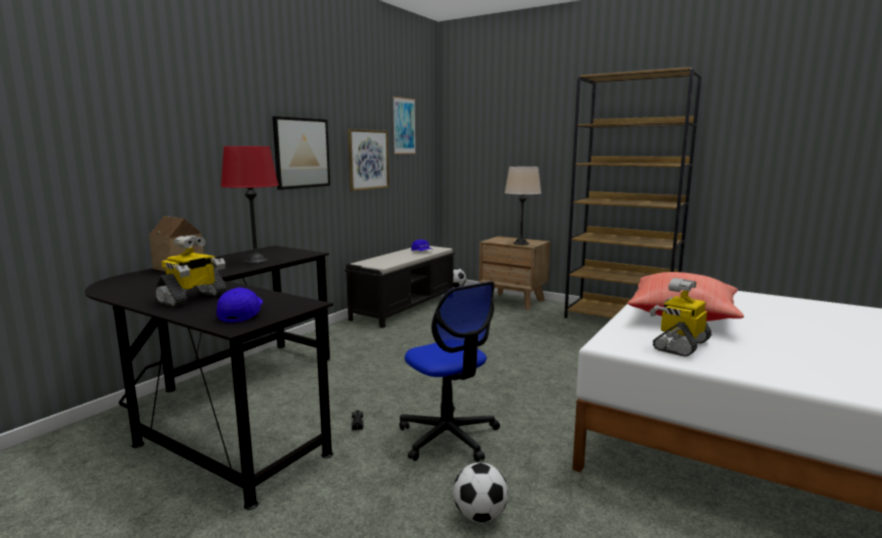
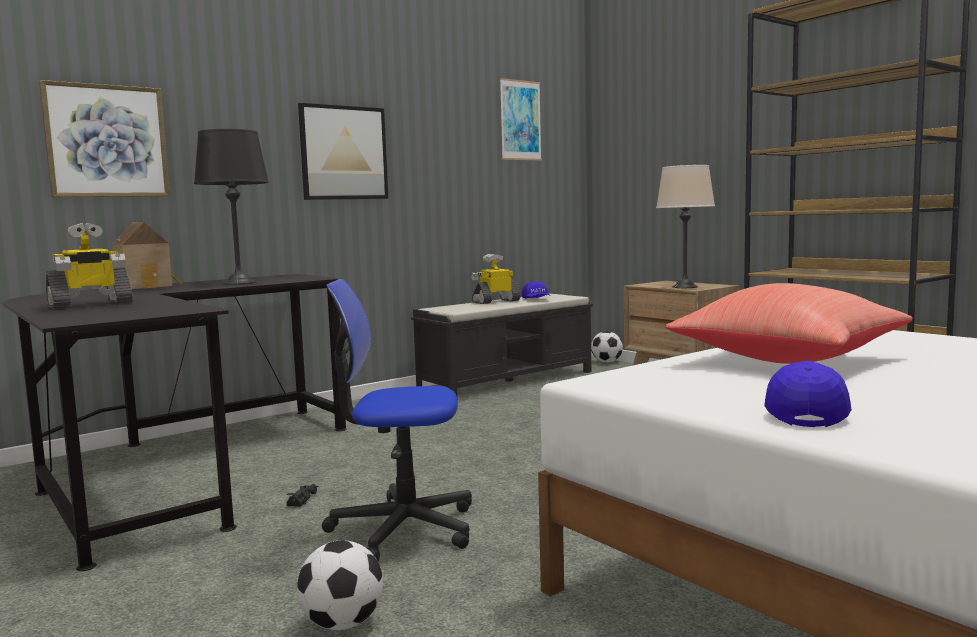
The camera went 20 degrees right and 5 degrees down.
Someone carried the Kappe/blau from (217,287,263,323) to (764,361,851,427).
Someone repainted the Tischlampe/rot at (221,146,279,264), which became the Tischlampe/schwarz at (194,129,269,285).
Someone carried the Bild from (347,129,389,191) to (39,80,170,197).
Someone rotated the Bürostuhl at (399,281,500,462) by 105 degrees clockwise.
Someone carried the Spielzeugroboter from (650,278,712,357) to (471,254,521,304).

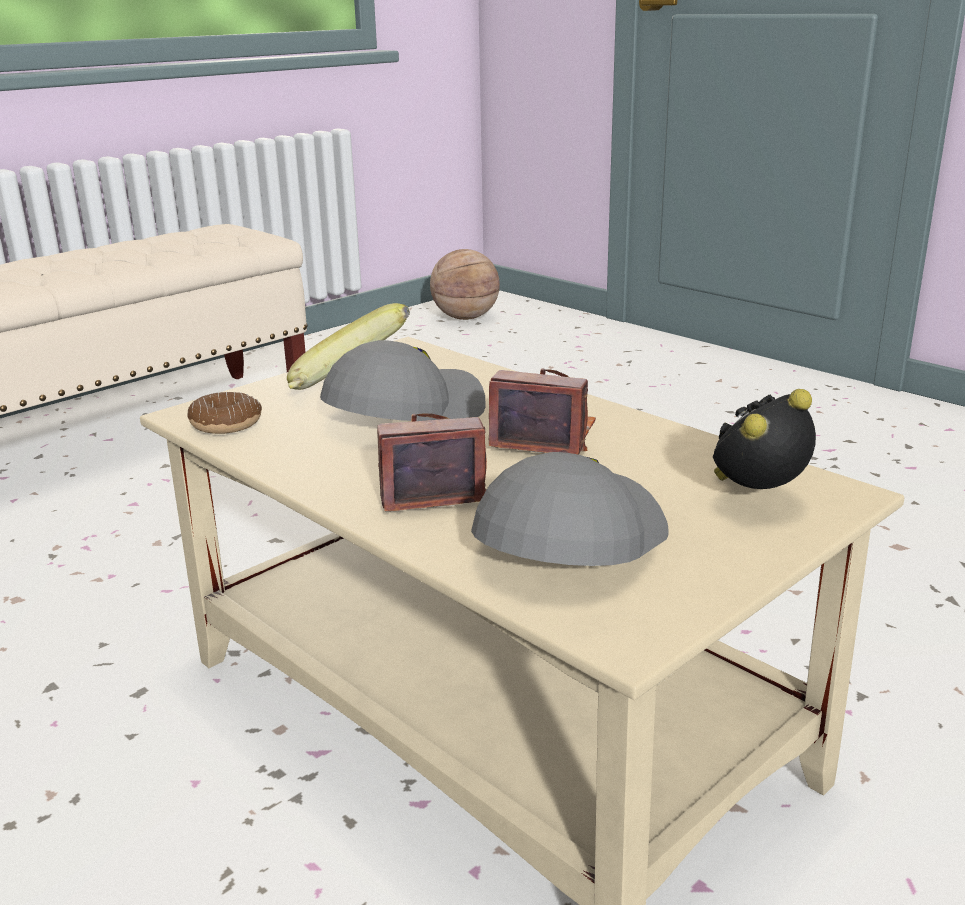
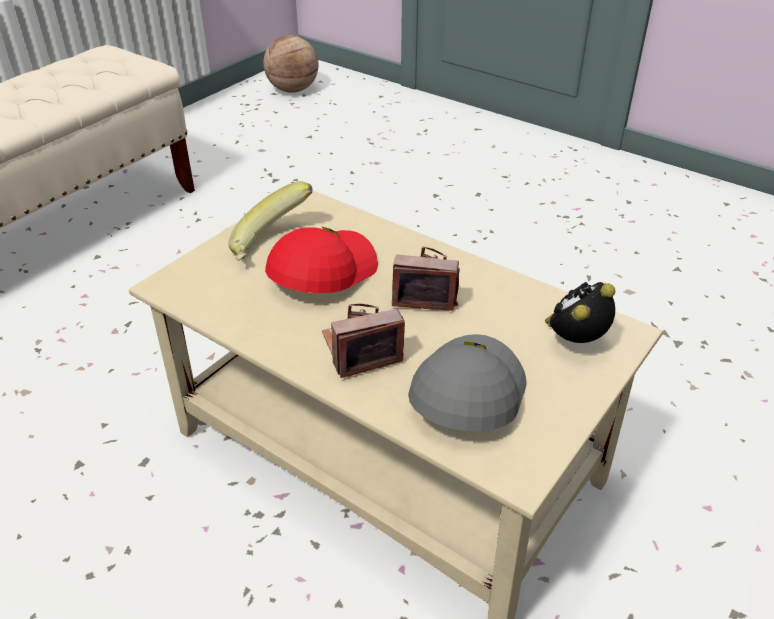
The camera went 10 degrees left and 15 degrees up.
Someone took away the Donut at (188,392,262,434).
Someone repainted the Kappe/grau at (320,340,486,421), which became the Kappe/rot at (265,226,378,293).

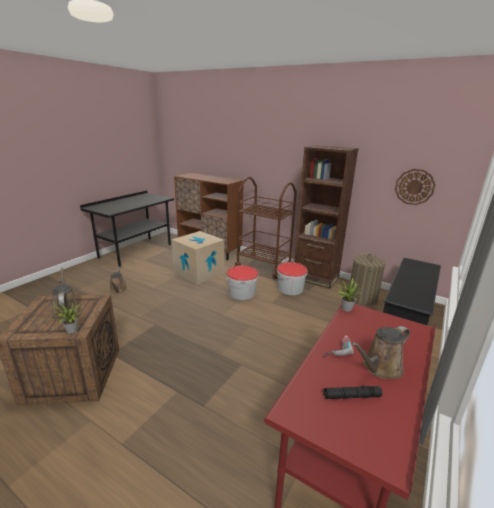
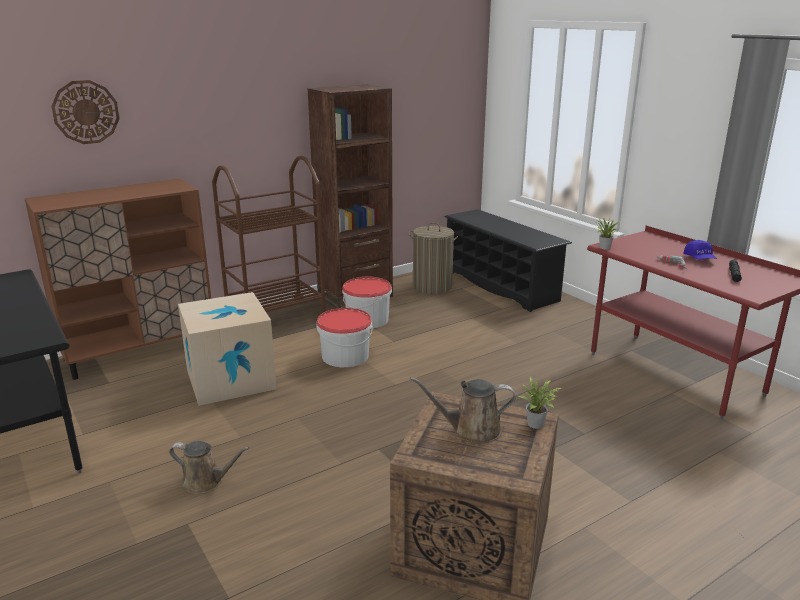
The camera went 65 degrees left and 0 degrees up.
Someone swapped the Gießkanne/braun at (351,326,410,379) for the Kappe/blau at (683,240,717,259).
Someone carried the Wanduhr from (395,169,435,205) to (51,80,120,144).

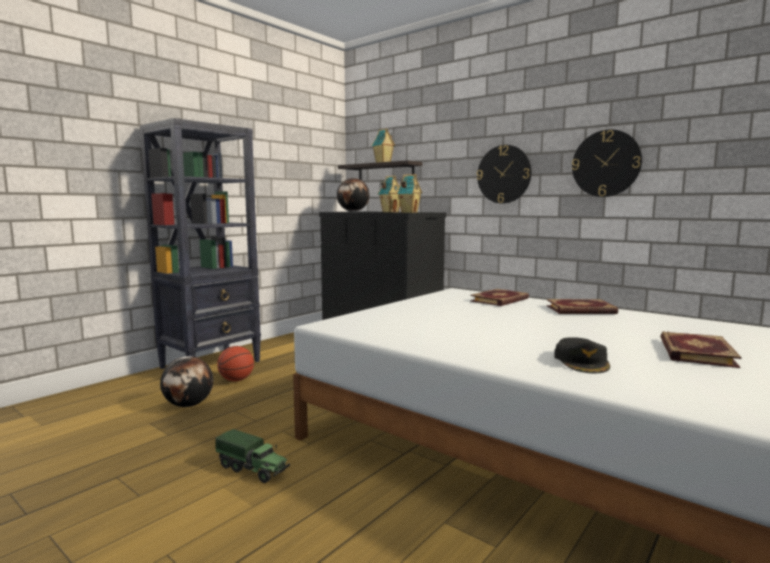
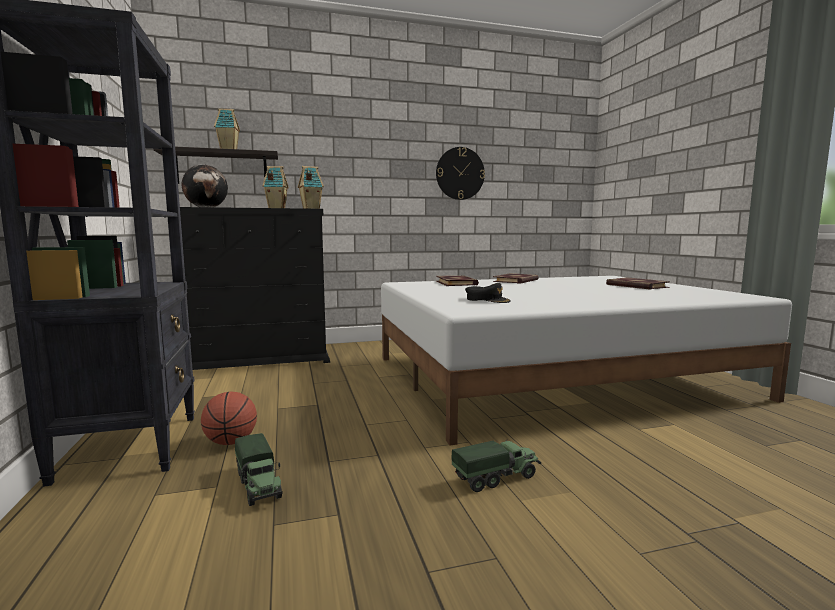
The camera went 55 degrees left and 0 degrees up.
Someone swapped the Globus at (160,356,214,407) for the Spielzeuglaster at (235,433,283,506).
Someone took away the Wanduhr at (477,145,531,203).
Someone carried the Kappe/schwarz from (554,337,610,373) to (465,283,511,303).

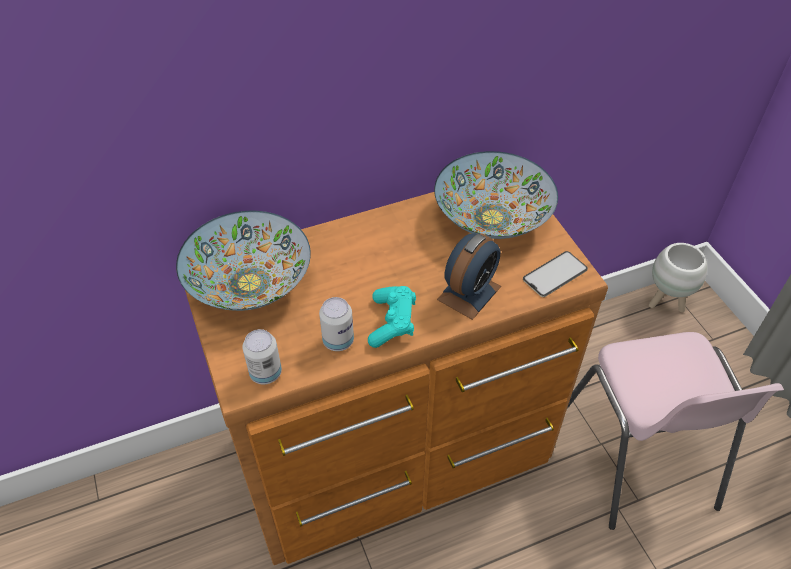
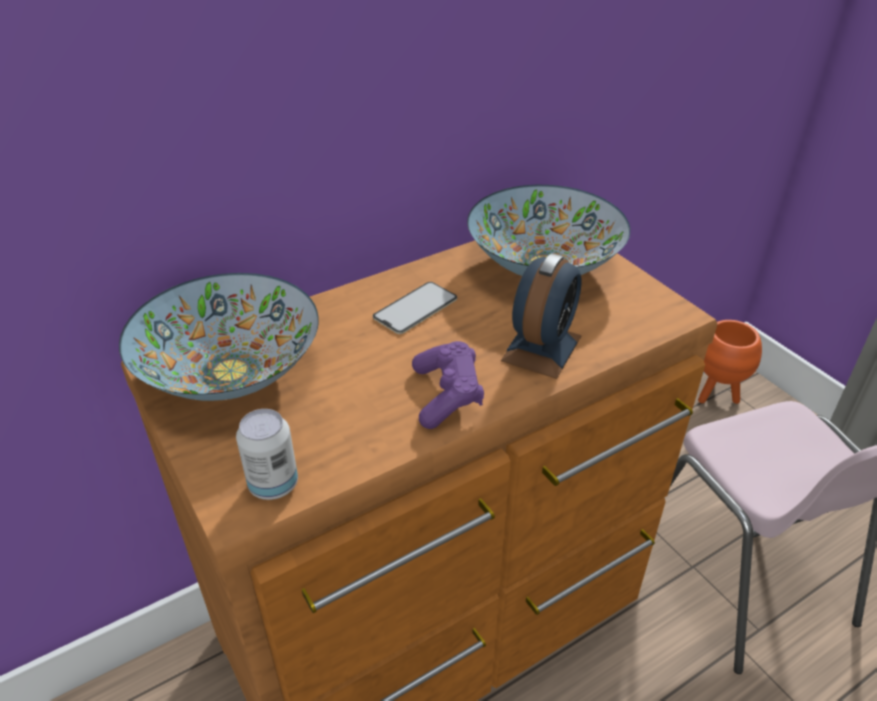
The camera went 10 degrees left and 10 degrees down.
Someone took away the Dose at (319,297,354,351).
Someone repainted the Gamepad/türkis at (368,286,416,348), which became the Gamepad/lila at (412,341,484,429).
Someone carried the Handy from (523,251,588,297) to (373,282,457,334).
Someone repainted the Pflanzkübel/weiß at (649,243,707,312), which became the Pflanzkübel/orange at (698,320,762,404).

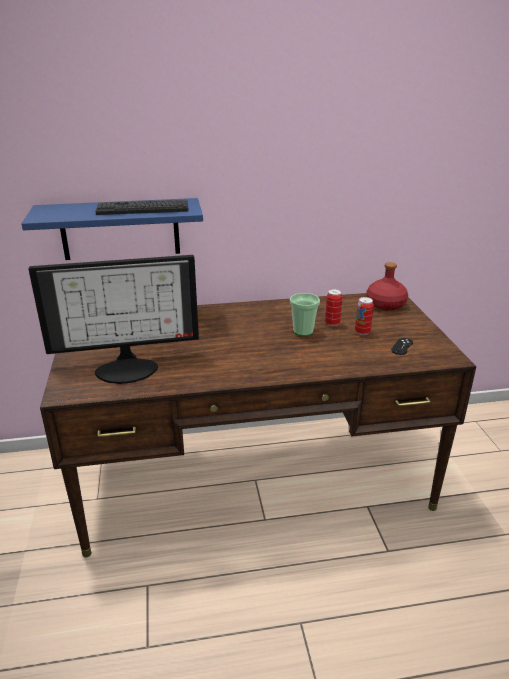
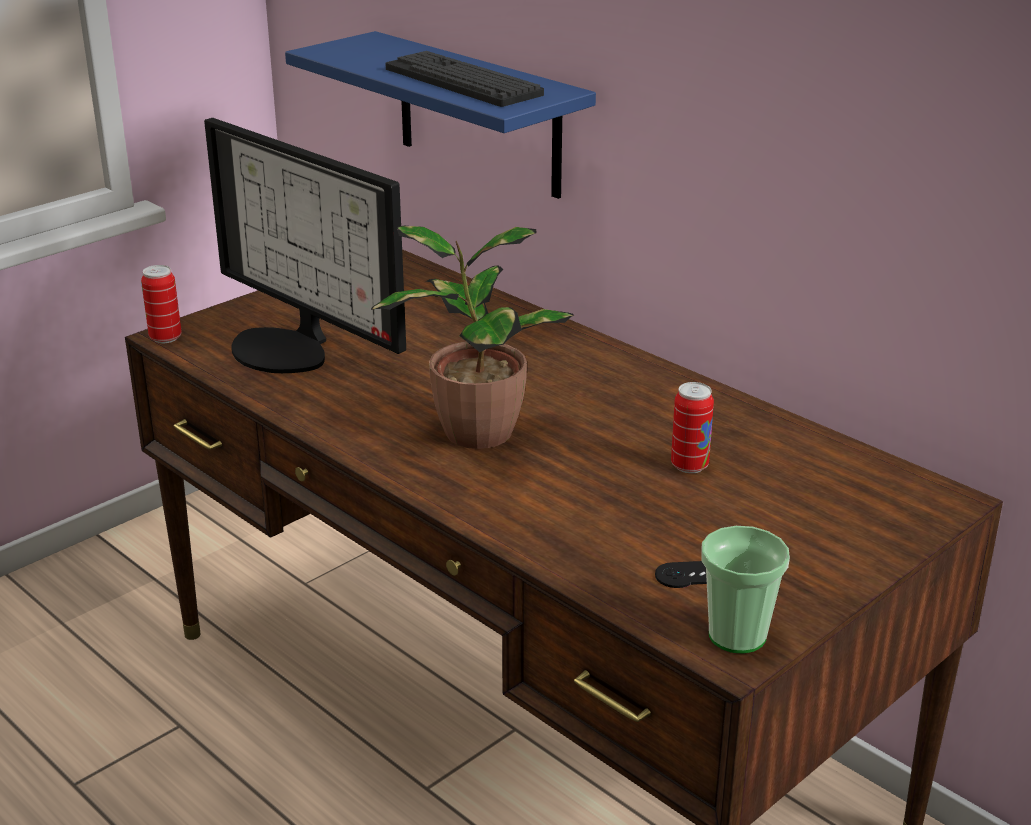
The camera went 55 degrees right and 0 degrees up.
Someone carried the Tasse from (290,293,320,336) to (701,526,790,653).
Someone carried the Dose from (355,297,374,335) to (141,265,182,343).
Someone took away the Flasche/rot at (366,262,408,311).
Someone put down the Topfpflanze at (371,226,574,449).

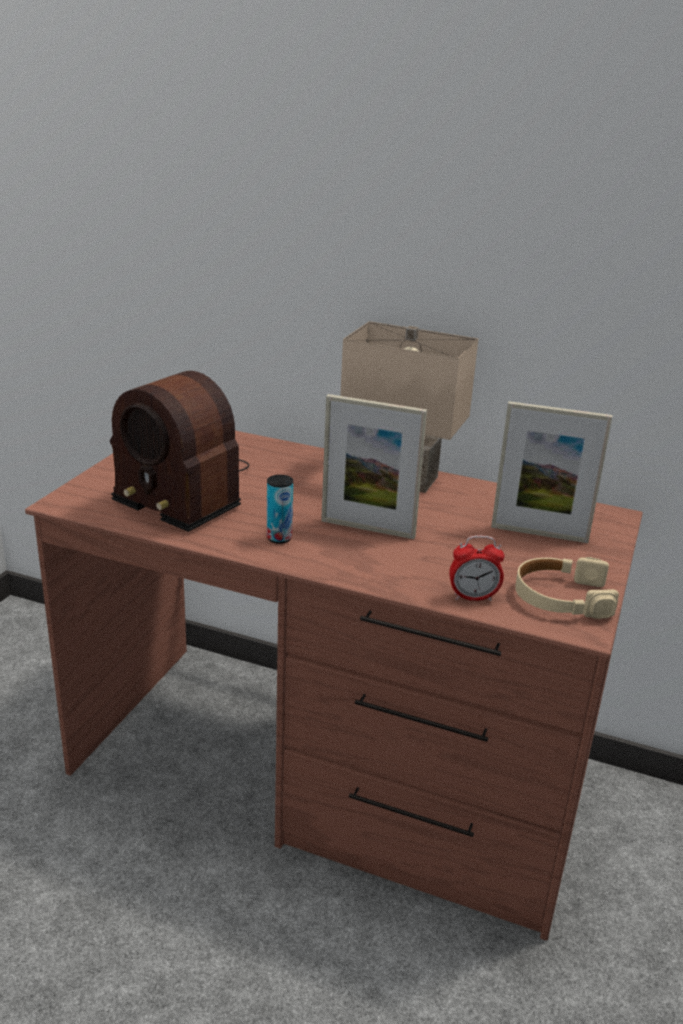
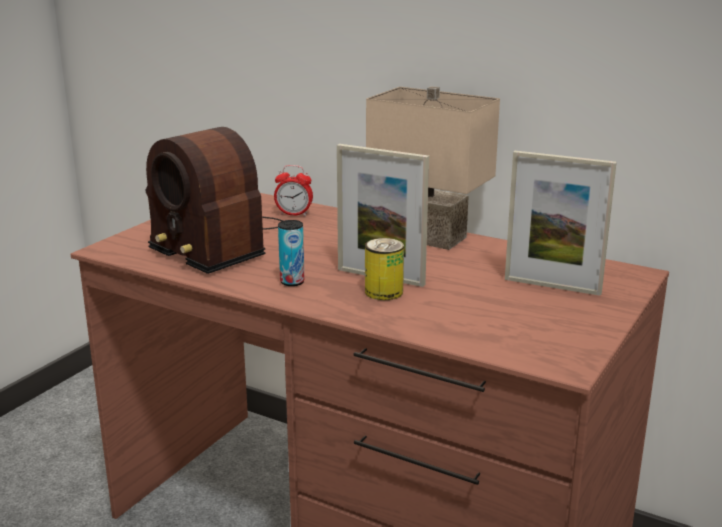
The camera went 10 degrees right and 5 degrees down.
Someone carried the Wecker from (449,535,505,601) to (274,165,313,216).
Someone took away the Kopfhörer/beige at (515,557,619,619).
Someone put down the Dose at (365,238,404,300).

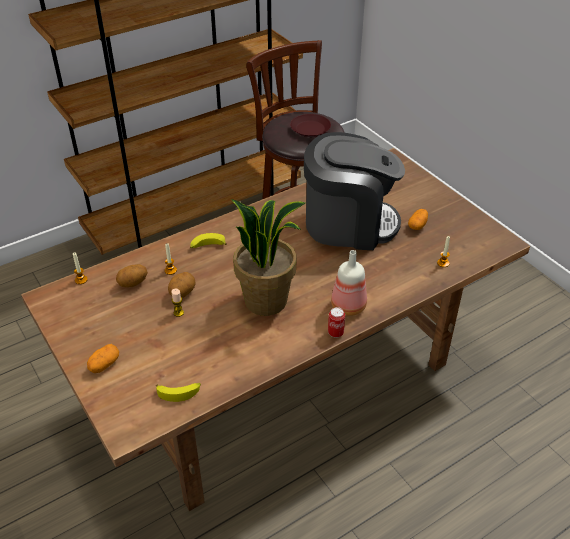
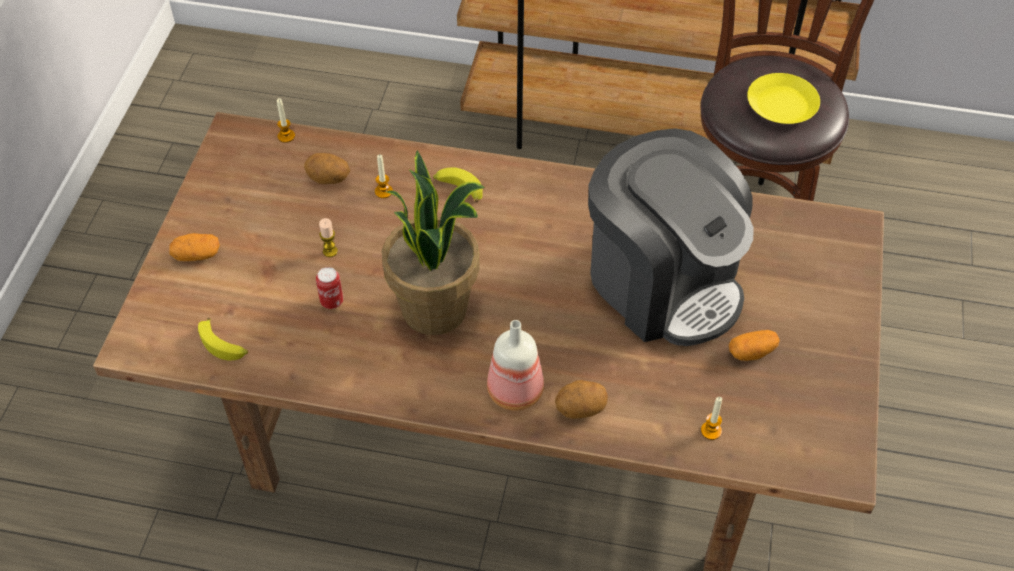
The camera went 45 degrees right and 10 degrees up.
Someone carried the Kartoffel from (168,272,195,298) to (555,380,608,419).
Someone repainted the Teller/braun at (290,114,331,137), which became the Teller/gelb at (747,73,820,124).
Someone carried the Dose from (328,307,345,338) to (316,267,343,309).

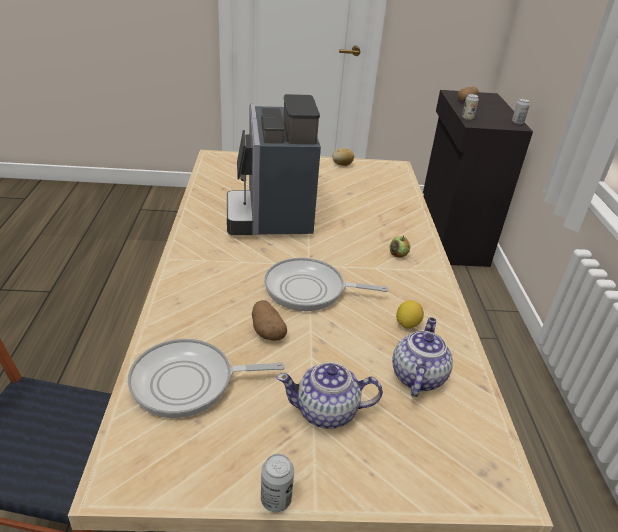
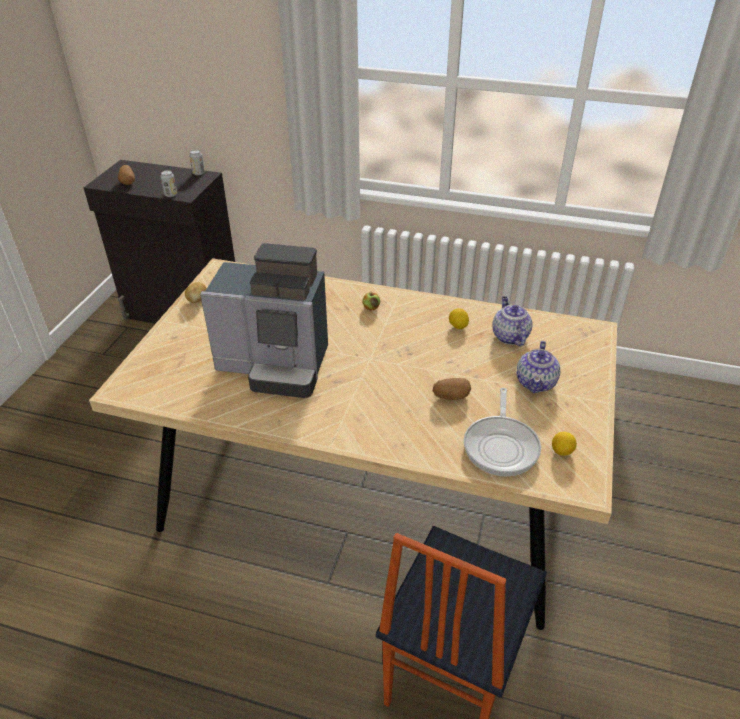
The camera went 70 degrees left and 5 degrees up.
Someone took away the Dose at (261,454,294,512).
Someone took away the Pfanne at (264,258,388,311).
Someone rotated the Teekanne at (392,317,453,397) by 45 degrees clockwise.
Someone put down the Zitrone at (552,432,577,456).

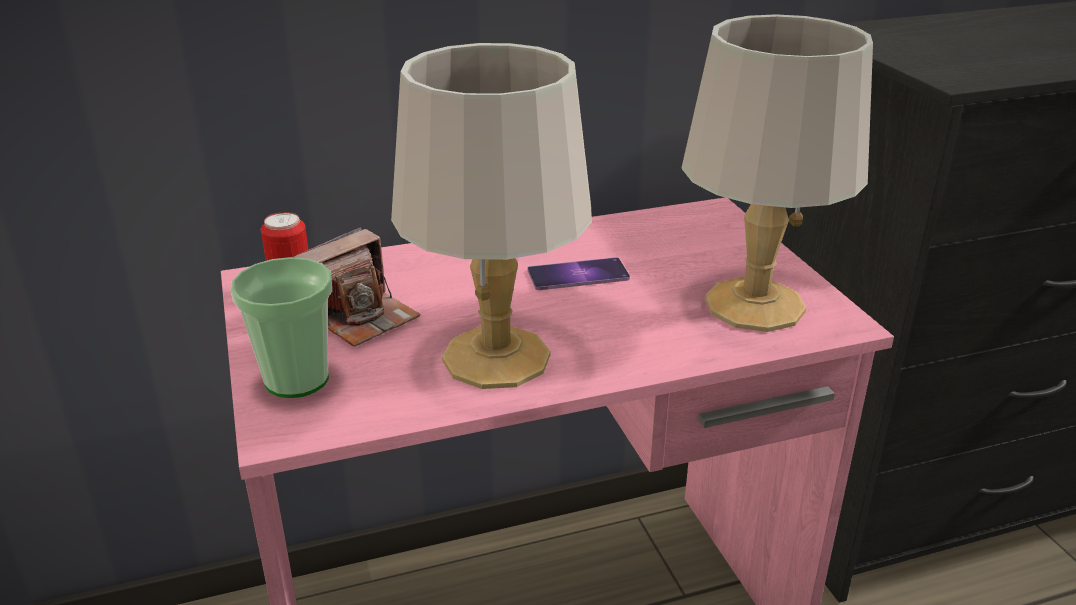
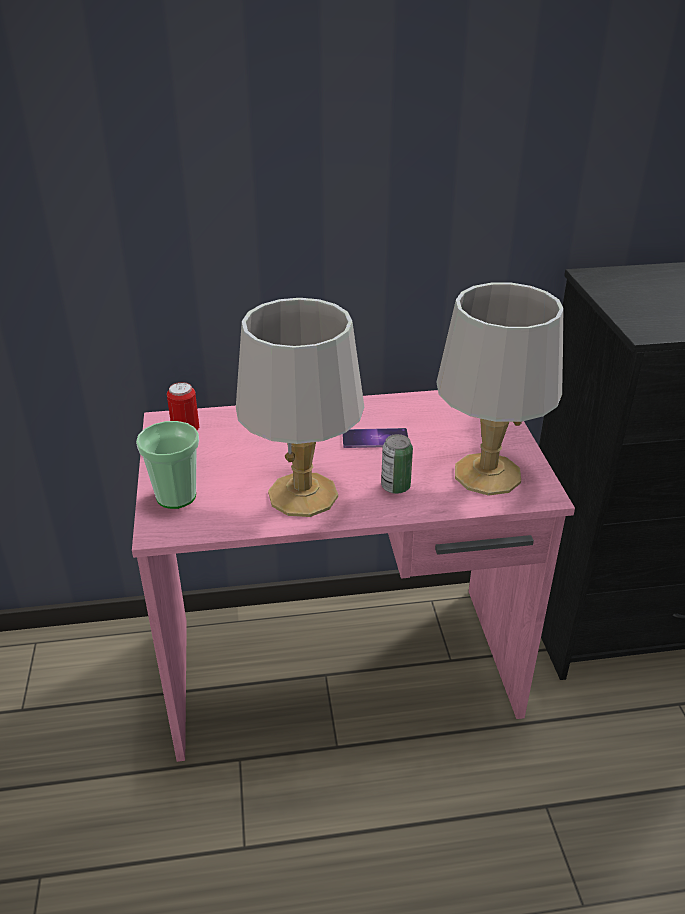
The camera went 10 degrees right and 5 degrees up.
Someone took away the Kamera at (293,227,421,347).
Someone put down the Dose at (381,434,413,494).

